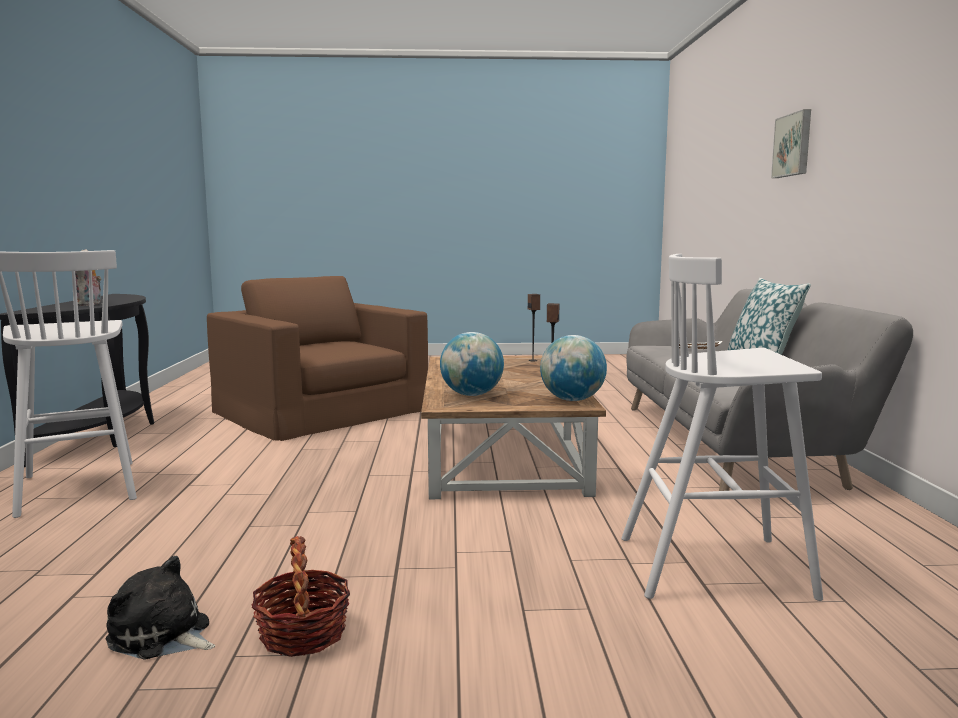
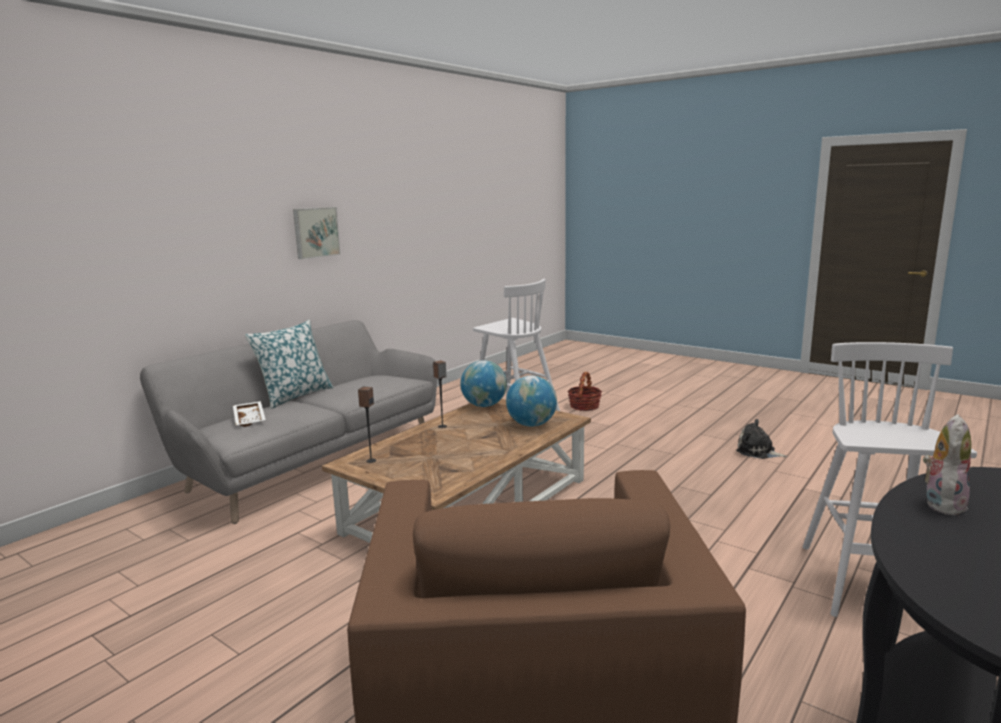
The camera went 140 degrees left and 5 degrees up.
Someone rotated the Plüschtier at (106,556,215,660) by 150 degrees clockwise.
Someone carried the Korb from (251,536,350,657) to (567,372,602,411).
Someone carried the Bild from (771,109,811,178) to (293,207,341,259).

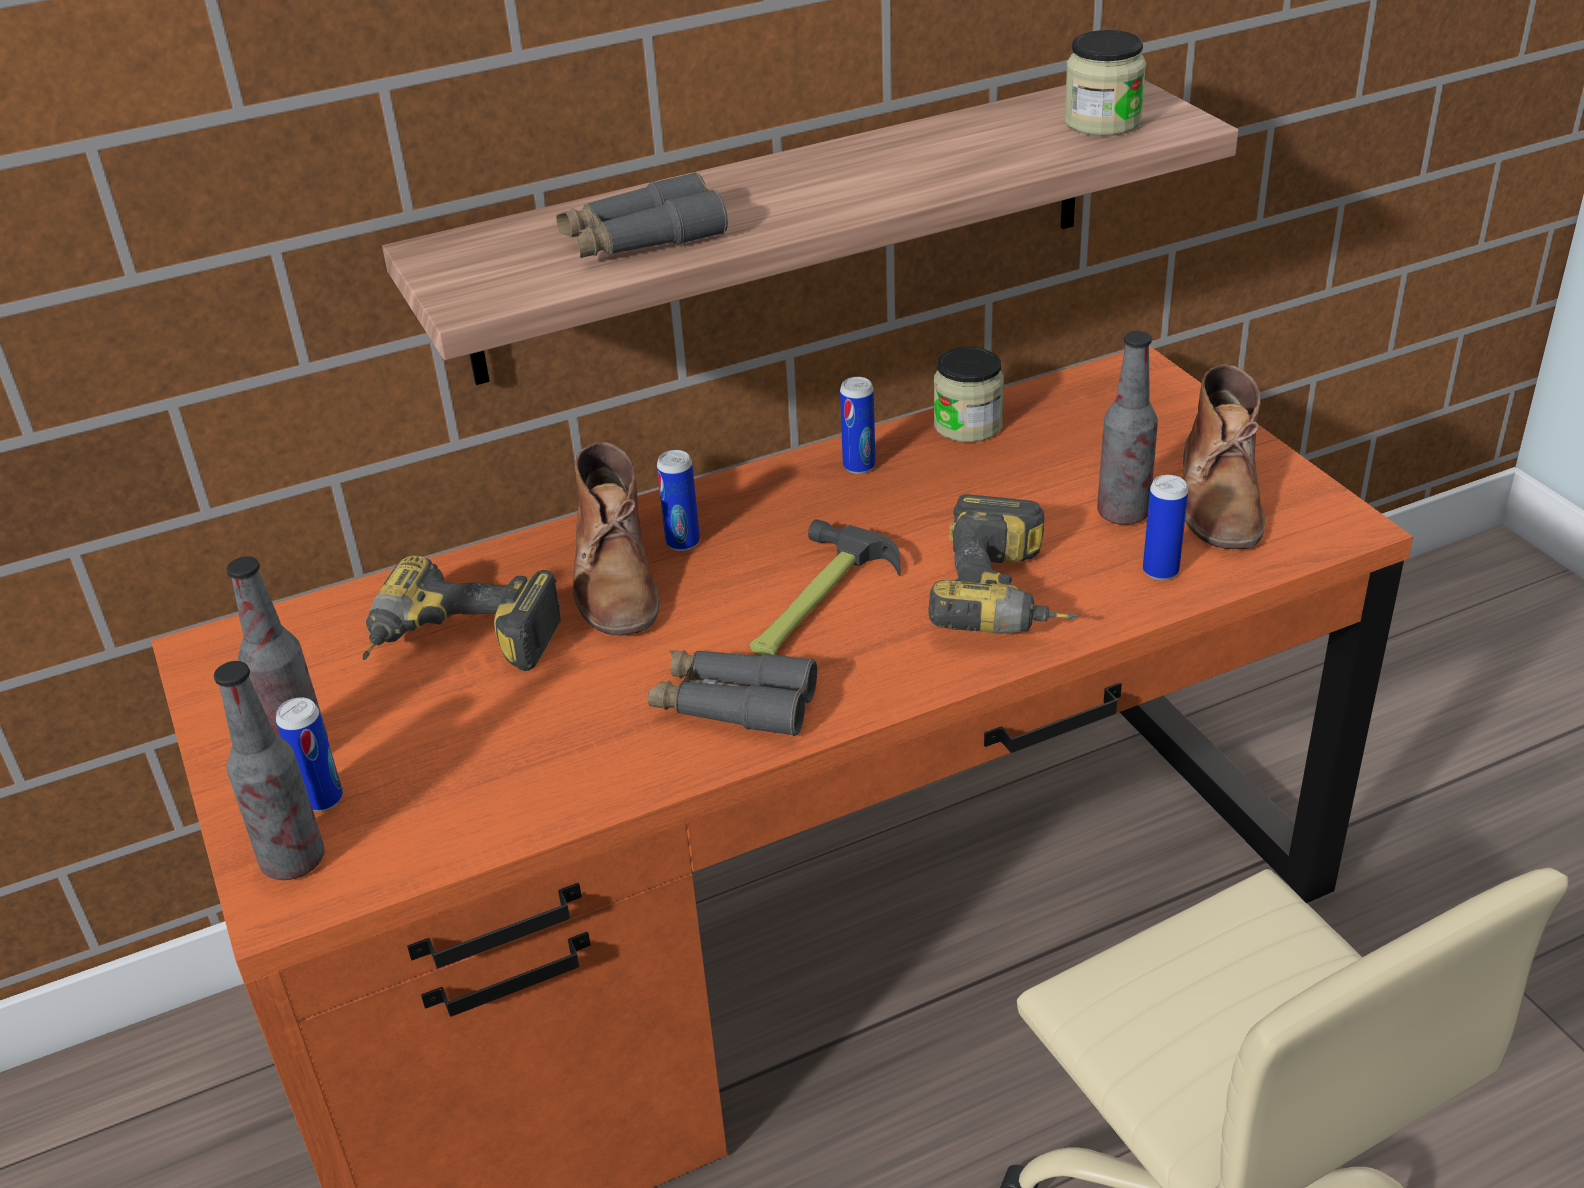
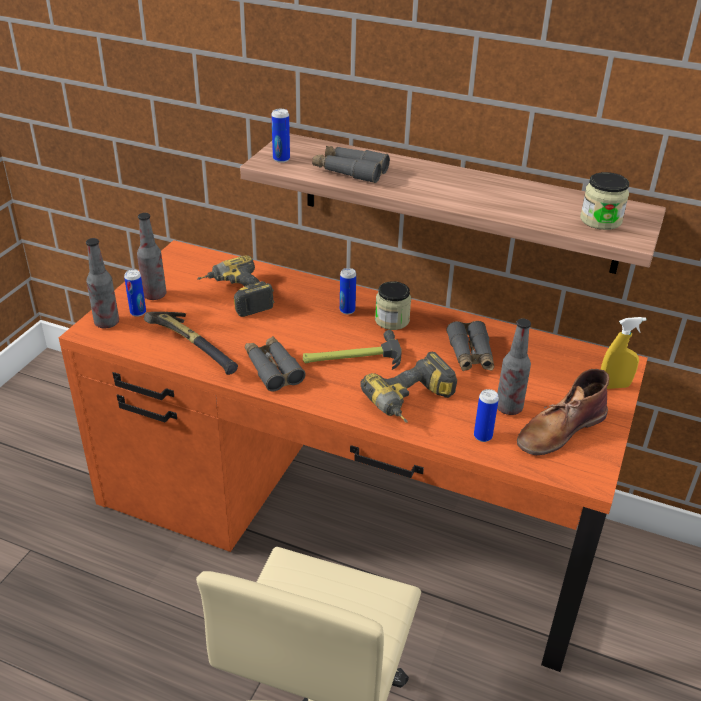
The camera went 45 degrees right and 0 degrees up.
Someone took away the Stiefel/braun at (573,442,659,636).
Someone carried the Dose from (840,377,875,474) to (271,109,290,163).
Someone carried the Vorratsglas from (934,347,1004,442) to (375,281,411,330).
Someone put down the Hammer at (144,312,238,375).
Someone put down the Fernglas/grau at (446,321,494,371).
Someone put down the Sprühflasche/gelb at (601,317,646,389).

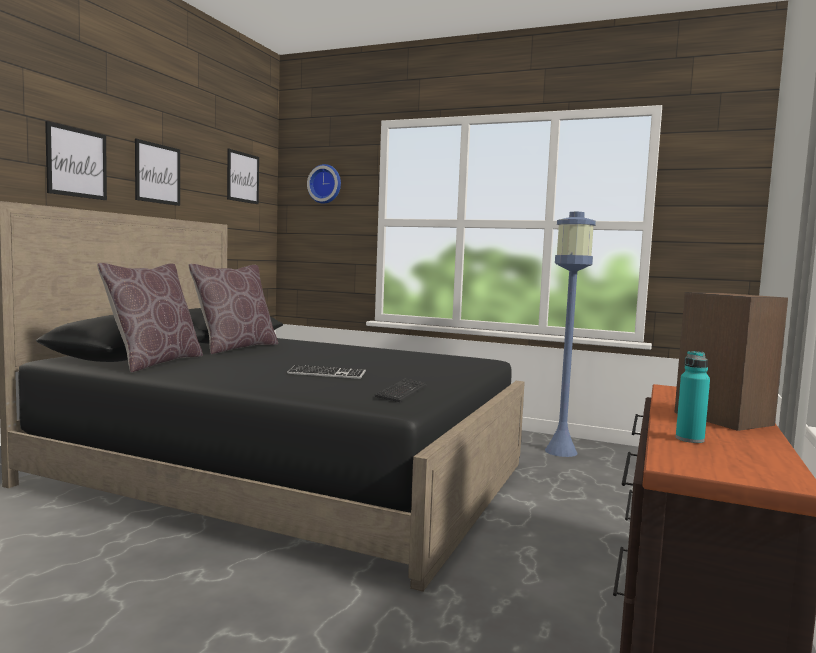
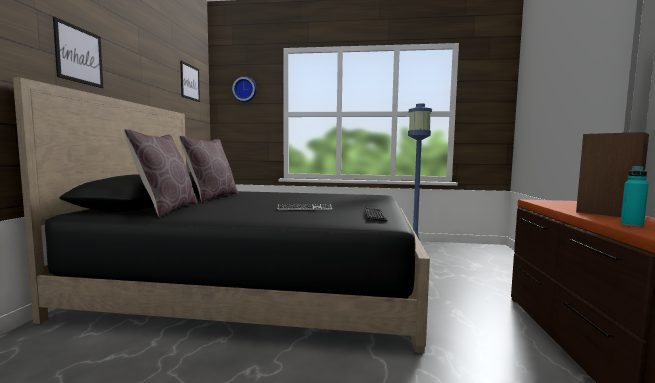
The camera went 15 degrees left and 0 degrees up.
Someone took away the Bild at (135,139,180,206).

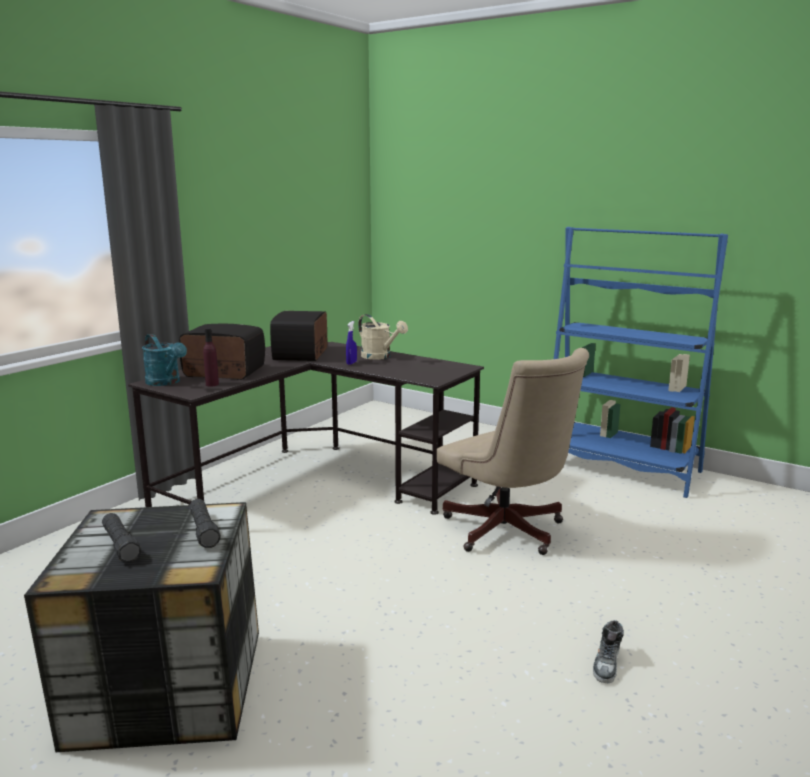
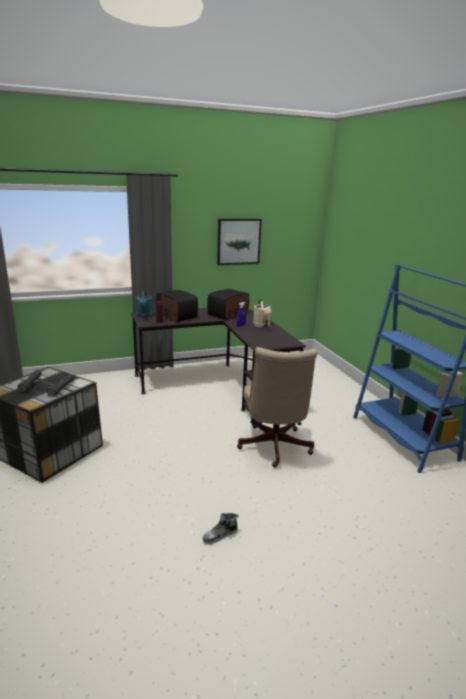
The camera went 35 degrees right and 5 degrees up.
Someone put up the Bild at (217,219,262,265).

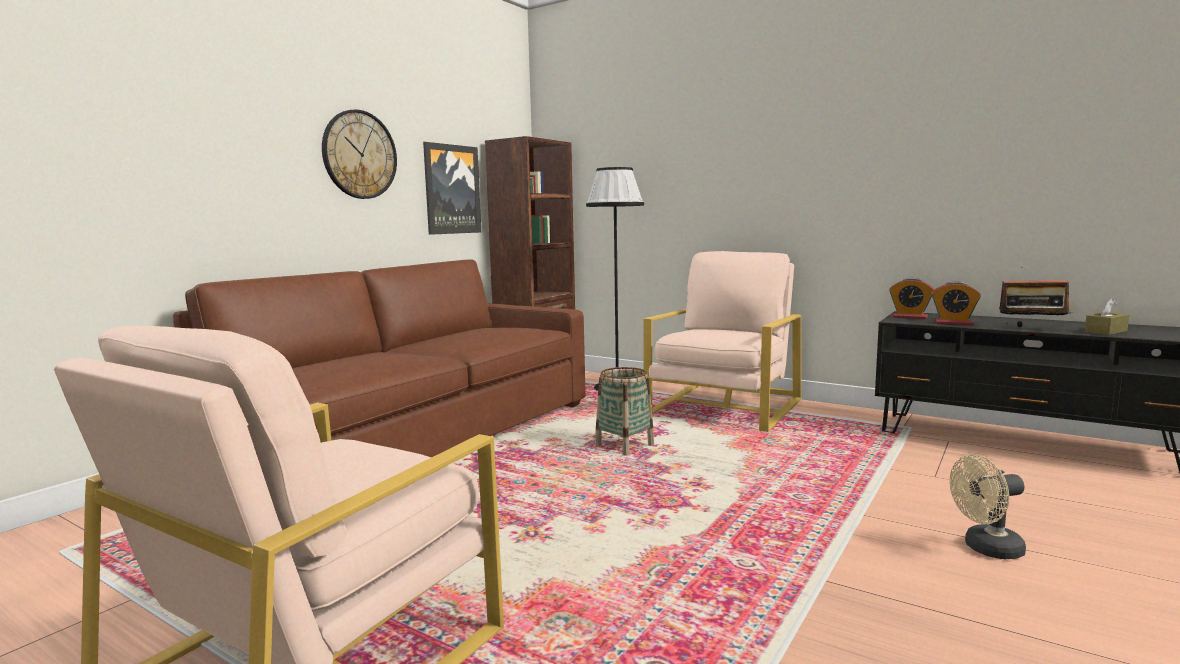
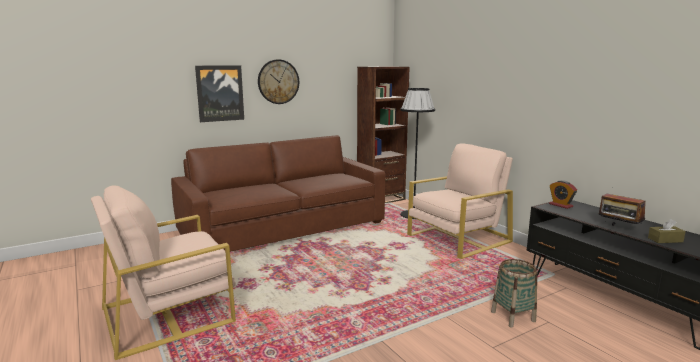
The camera went 25 degrees right and 5 degrees up.
Someone carried the Bild from (423,142,481,235) to (195,66,244,122).
Someone carried the Korb from (595,367,654,456) to (491,259,537,327).
Someone took away the Wecker at (931,281,981,326).
Someone took away the Ventilator/beige at (950,454,1026,559).

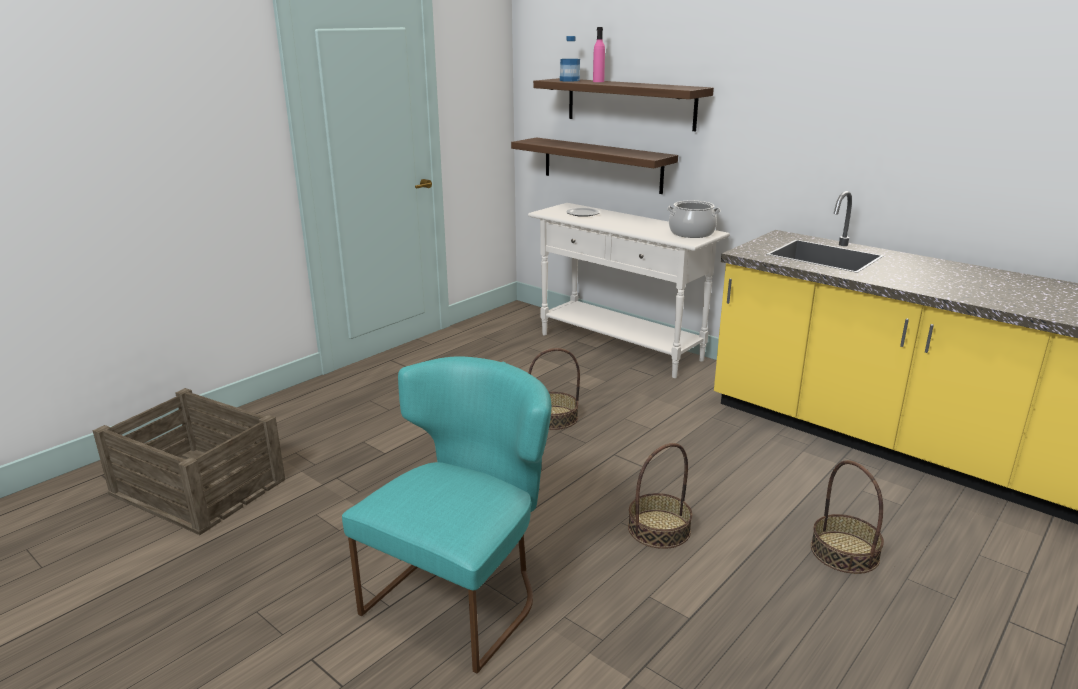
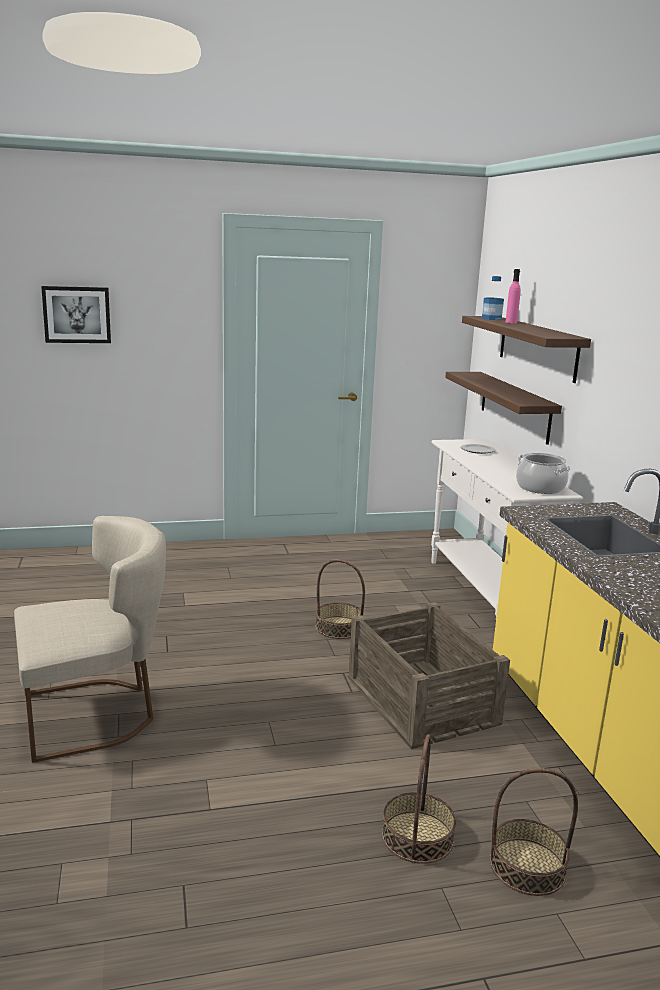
The camera went 35 degrees right and 5 degrees down.
Someone carried the Kiste from (93,388,285,535) to (348,602,510,749).
Someone repainted the Stuhl/türkis at (342,356,551,673), which became the Stuhl/beige at (14,516,166,763).
Someone carried the Korb from (628,443,692,549) to (490,768,578,896).
Someone put up the Bild at (41,286,111,343).

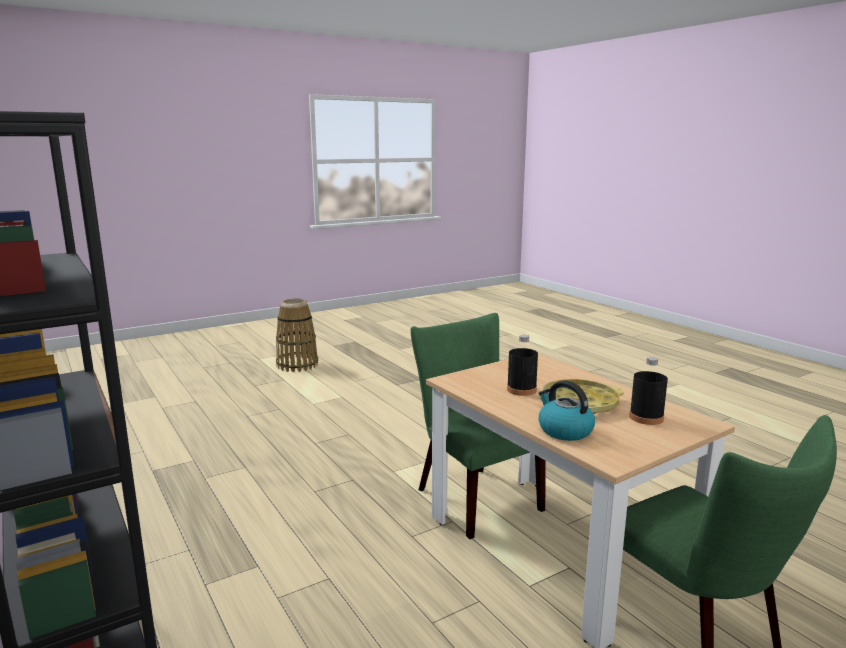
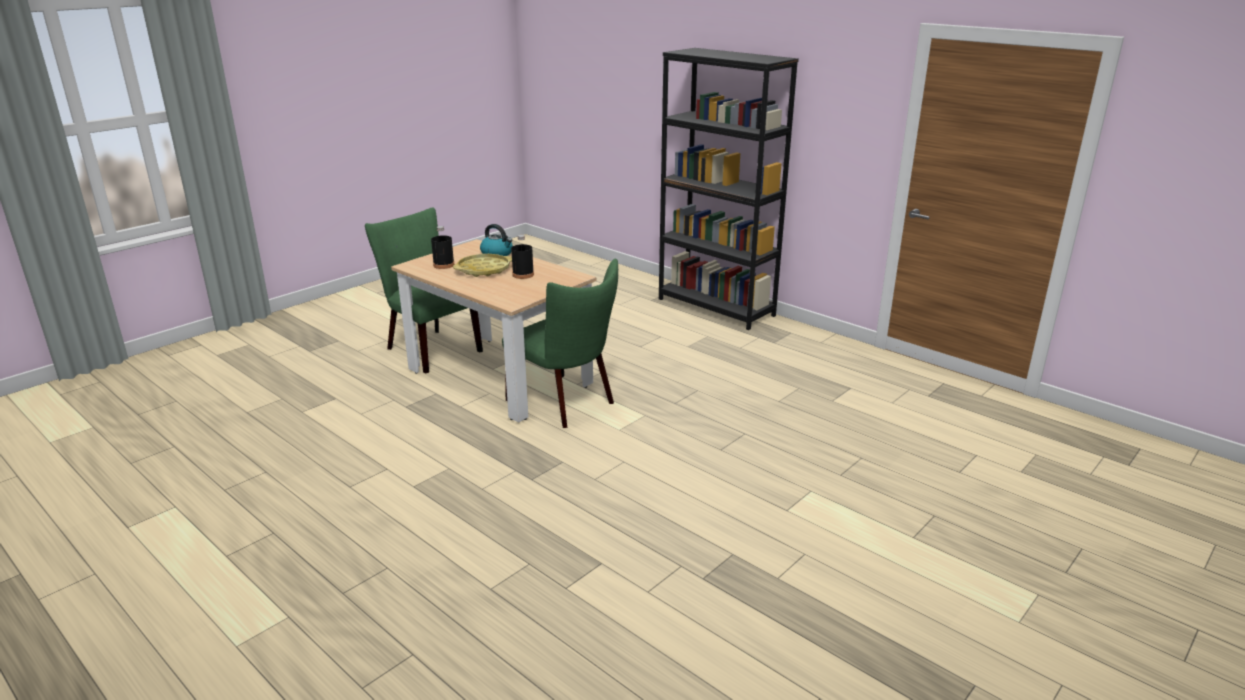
The camera went 165 degrees right and 10 degrees up.
Someone took away the Korb at (276,298,318,372).

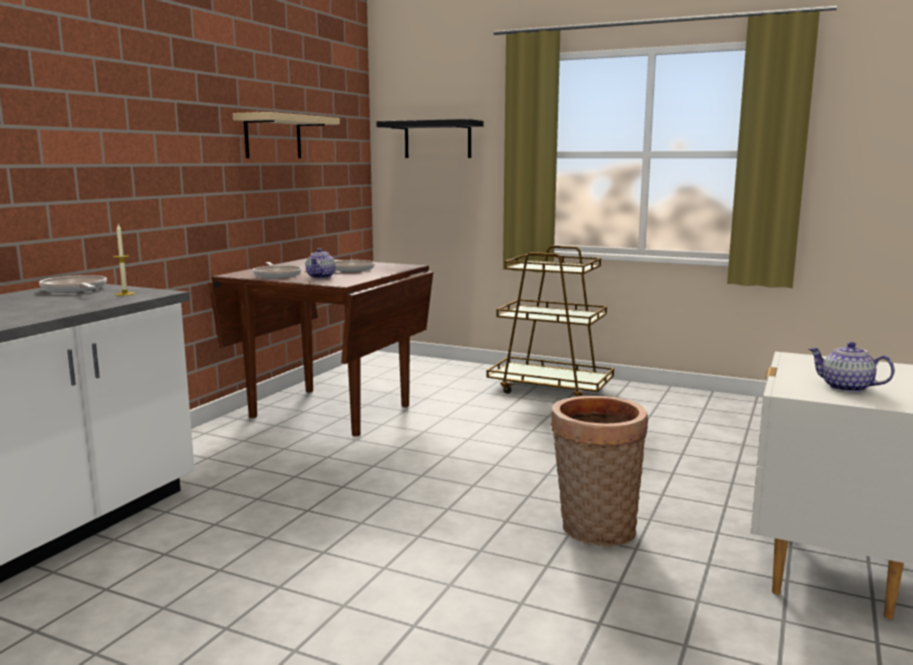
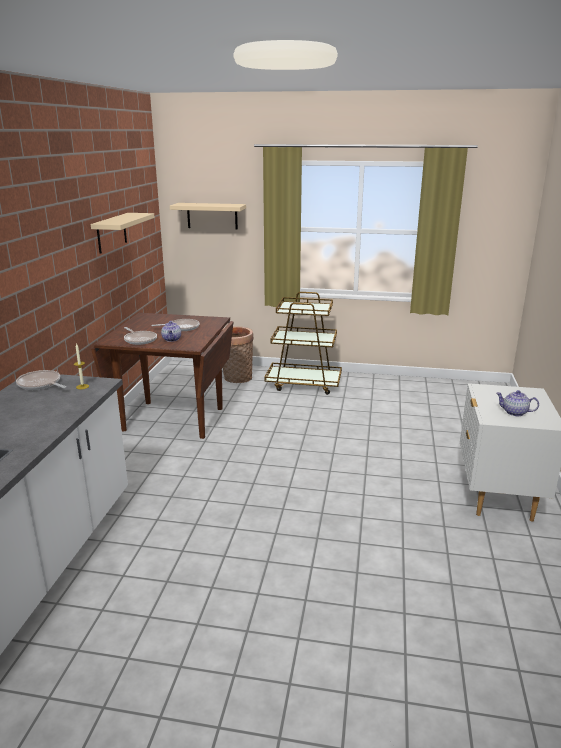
The camera went 15 degrees left and 10 degrees up.
Someone repainted the Wandregal/schwarz at (376,119,484,158), which became the Wandregal/beige at (170,203,246,230).
Someone carried the Korb from (551,396,648,546) to (221,326,254,383).

